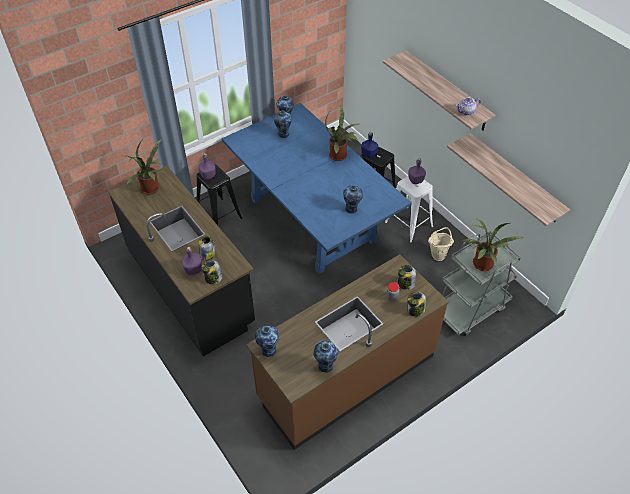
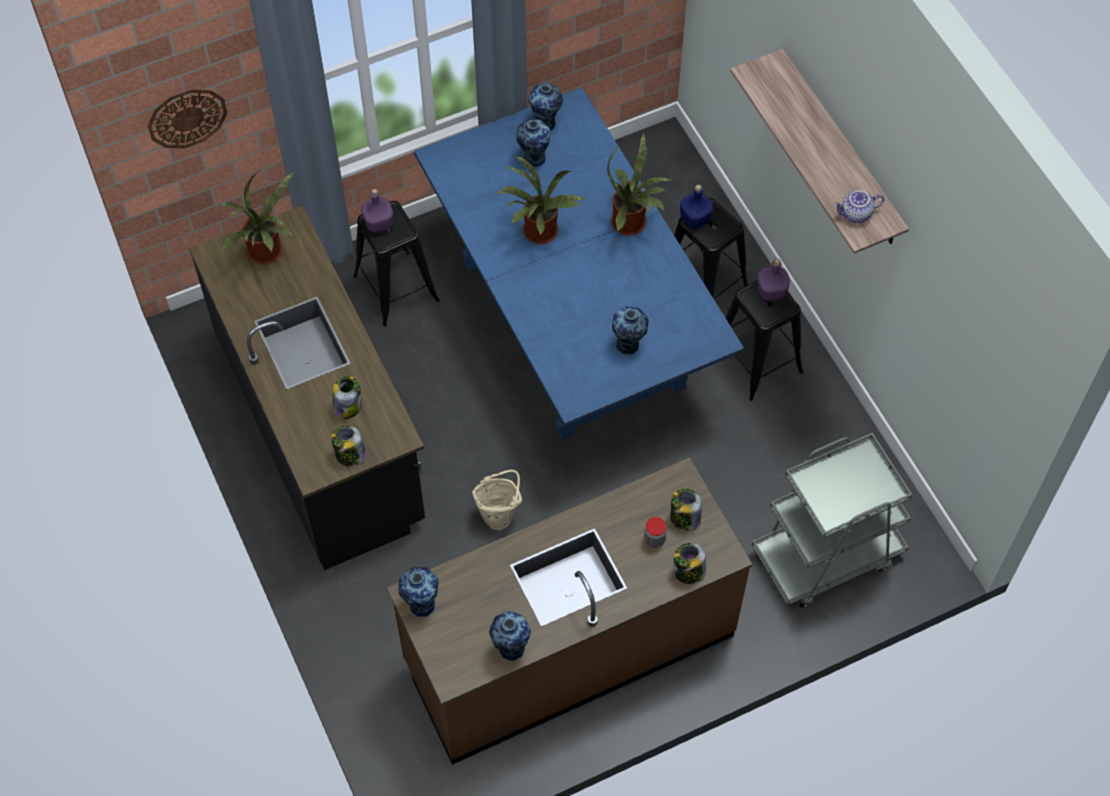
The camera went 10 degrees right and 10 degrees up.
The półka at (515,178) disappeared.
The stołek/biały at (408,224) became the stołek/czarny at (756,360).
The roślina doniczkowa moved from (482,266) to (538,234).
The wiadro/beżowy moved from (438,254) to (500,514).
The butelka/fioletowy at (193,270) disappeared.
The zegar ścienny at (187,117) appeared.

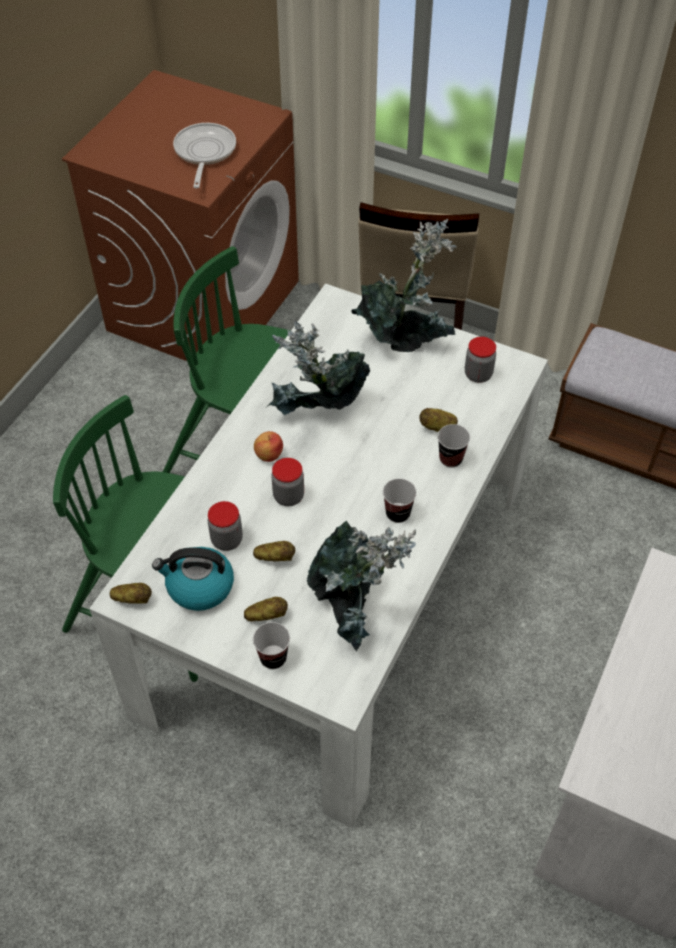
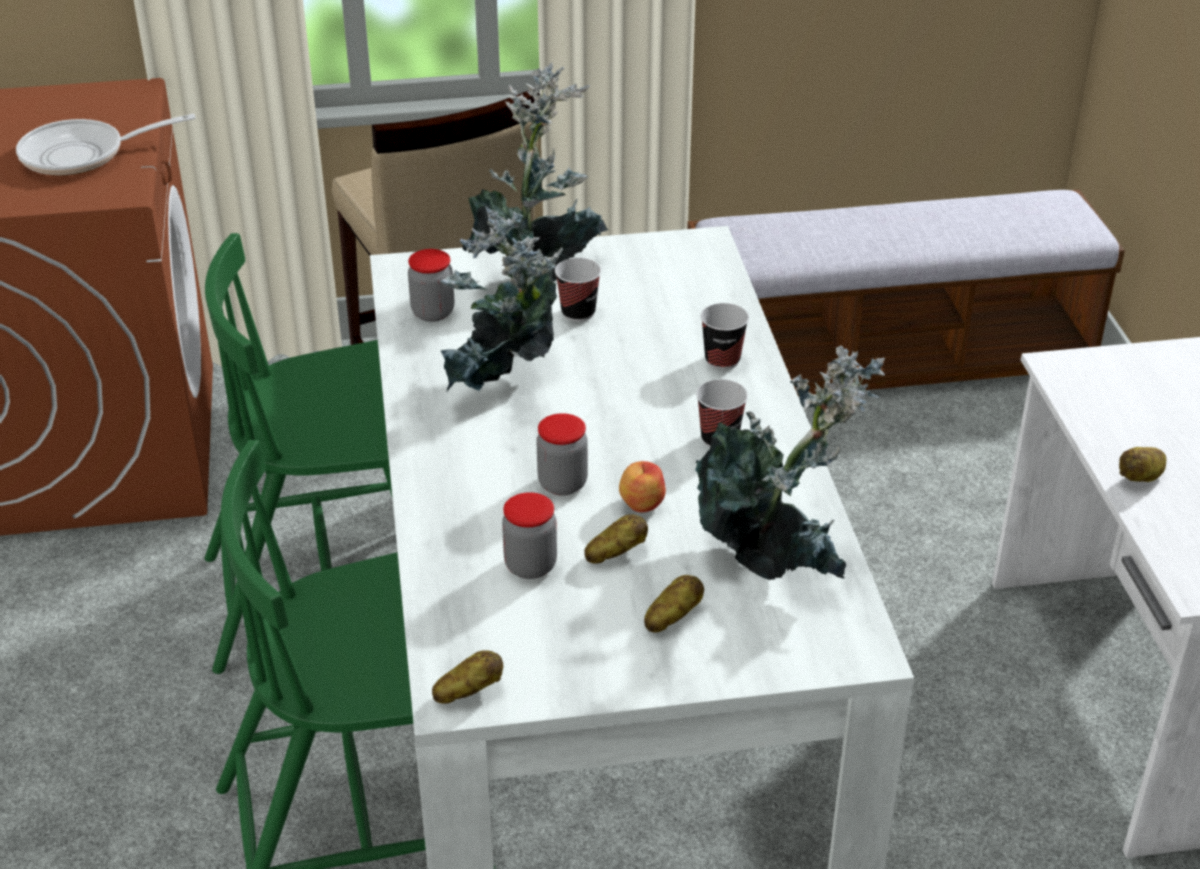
The camera went 35 degrees left and 15 degrees down.
The patelnia at (204,153) turned 75 degrees counterclockwise.
The słoik moved from (478,374) to (433,312).
The ziemniak moved from (437,427) to (1141,477).
The jabłko moved from (269,454) to (641,503).
The czajnik at (199,587) disappeared.
The filiżanka moved from (273,658) to (578,313).

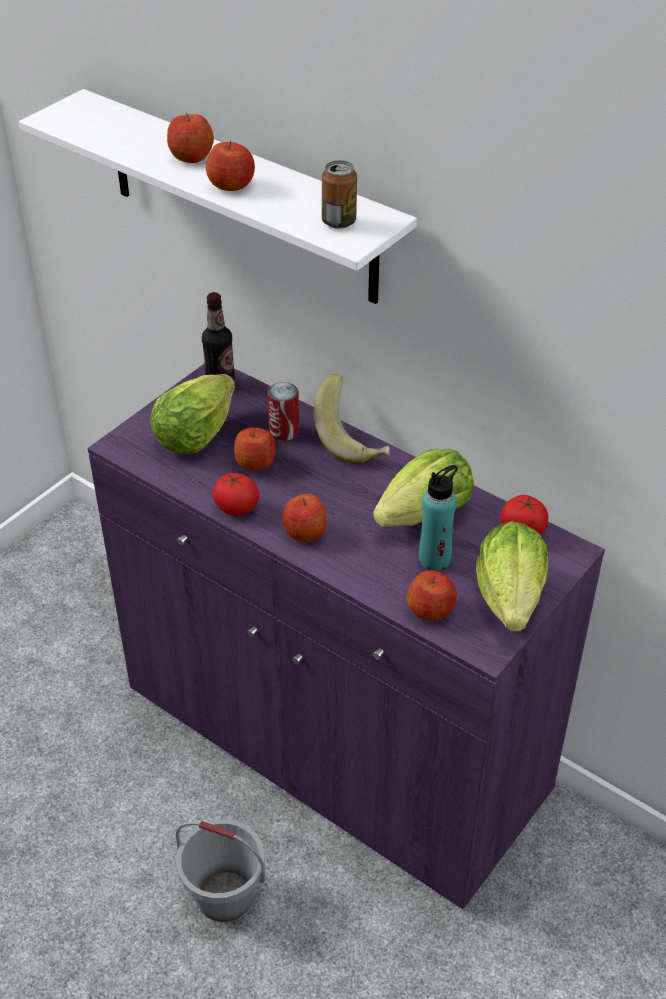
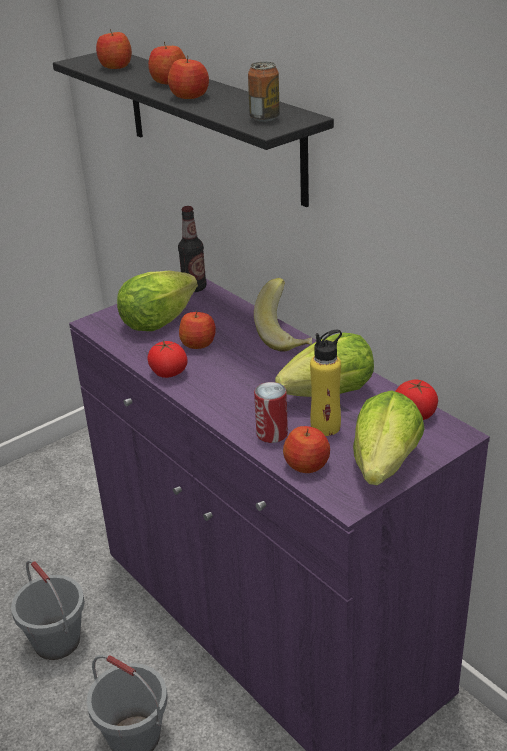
The camera went 15 degrees right and 10 degrees down.
The półka/biały at (240,197) became the półka/czarny at (212,124).
The puszka moved from (284,431) to (272,434).
The butelka/turkusowy at (434,559) became the butelka/żółty at (325,427).
The jabłko moved from (304,532) to (116,67).
The wiadro/szary at (57,641) appeared.

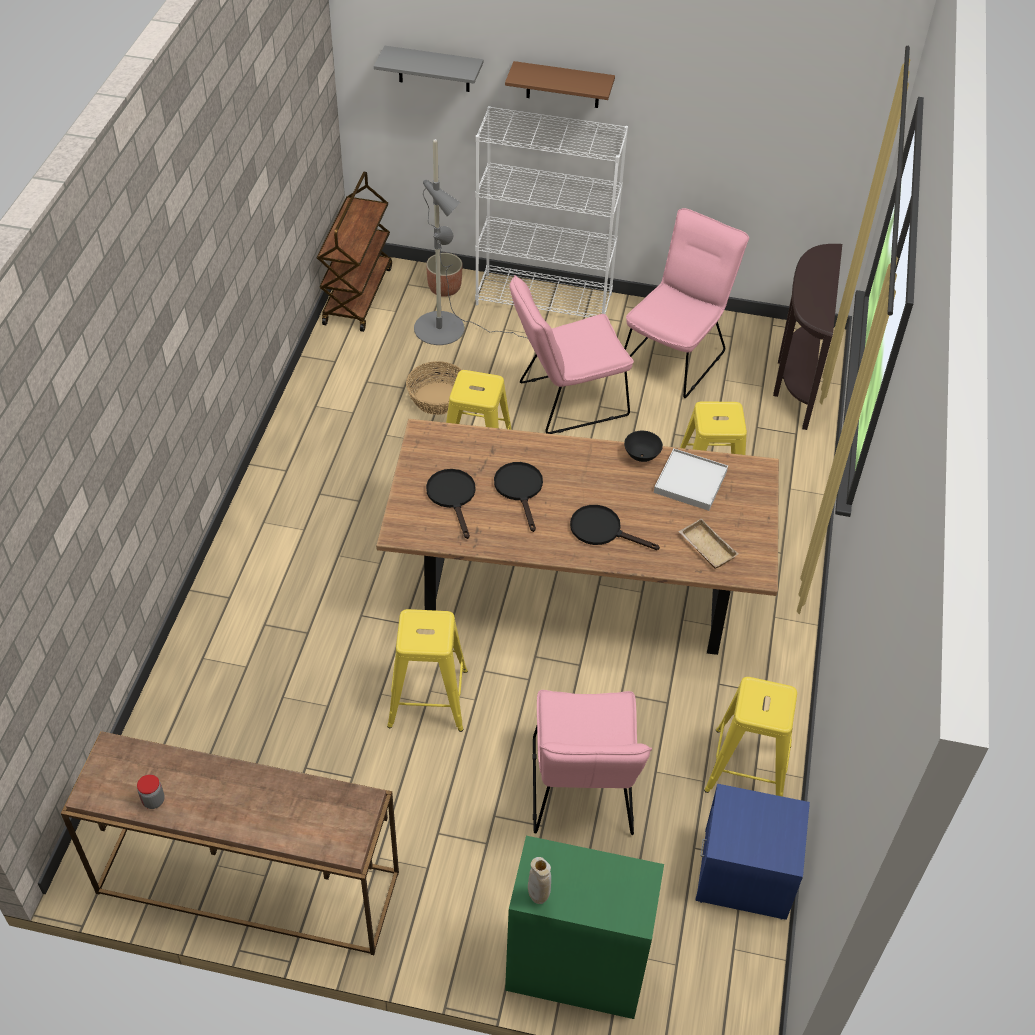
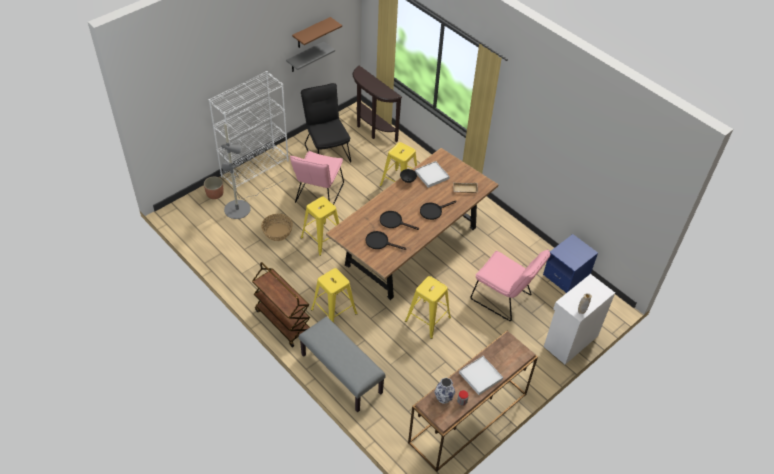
The camera went 55 degrees left and 0 degrees up.
The półka/szary moved from (434,69) to (305,57).
The półka/brązowy moved from (563,85) to (311,33).
The wózek/brązowy moved from (357,295) to (282,322).
The krzesło/różowy at (676,355) became the krzesło/czarny at (326,151).
The stołek/żółty moved from (747,766) to (333,311).
The szafka/zielony at (575,969) became the szafka/biały at (569,340).
The ławka/szary at (340,374) appeared.
The taca/biały at (480,376) appeared.
The wazon at (443,397) appeared.

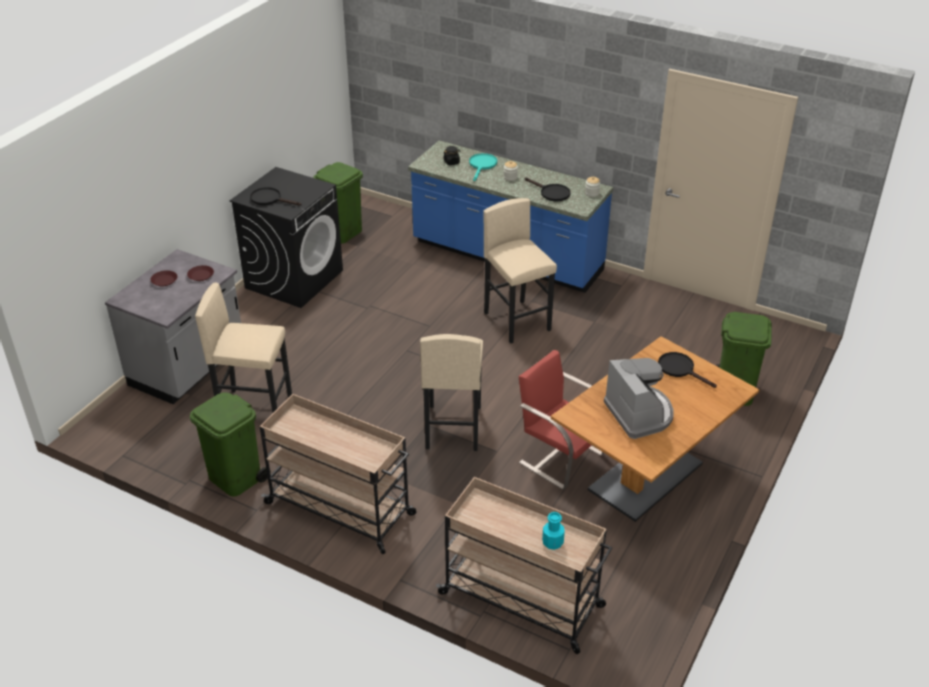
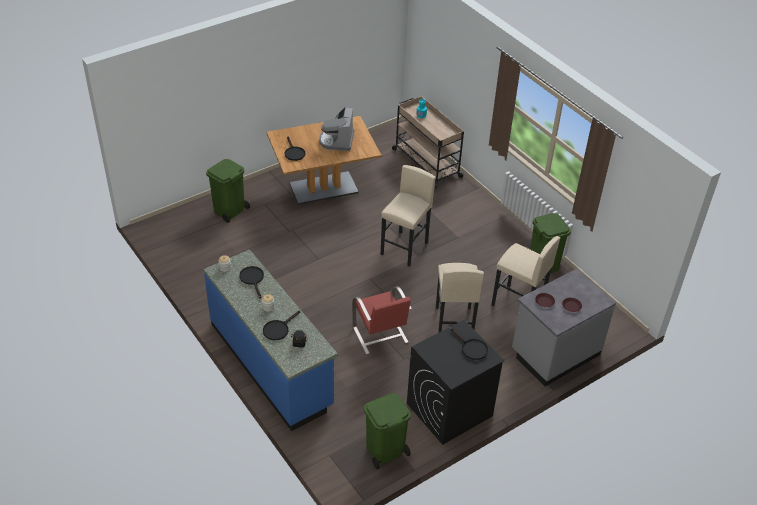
The camera went 155 degrees left and 5 degrees up.
The patelnia/turkusowy at (482,165) became the patelnia/czarny at (278,329).
The stołek/beżowy moved from (517,321) to (453,323).
The krzesło/czerwony moved from (561,457) to (380,336).
The wózek/beżowy at (341,509) disappeared.

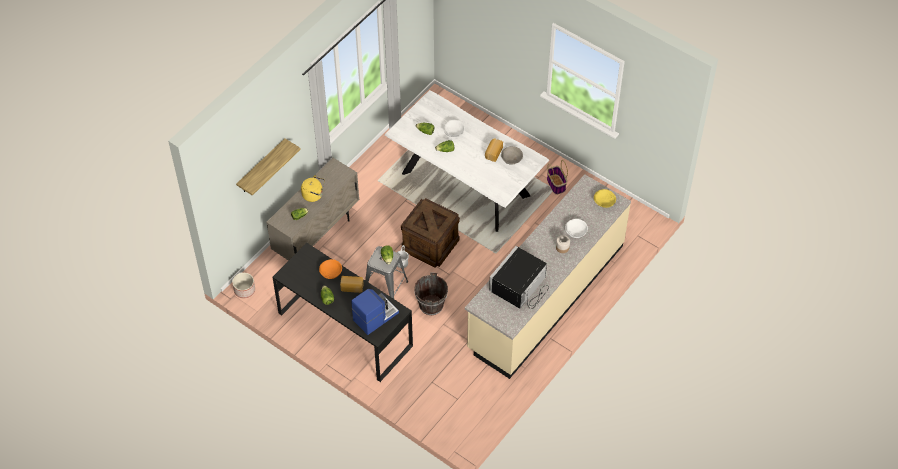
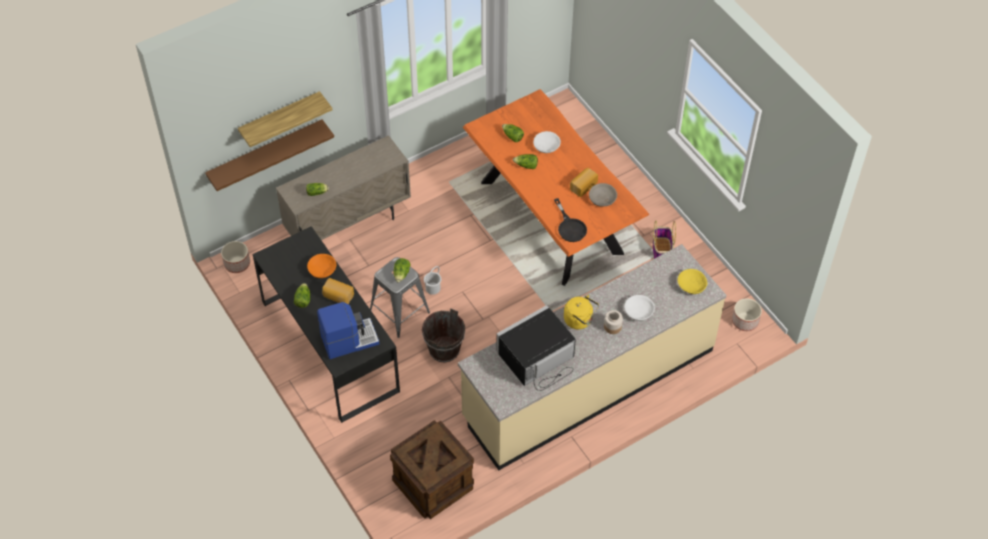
The camera went 20 degrees right and 0 degrees up.
The stół jadalny/biały at (465,185) became the stół jadalny/pomarańczowy at (551,218).
The czajnik/żółty moved from (314,195) to (579,320).
The skrzynka moved from (430,244) to (432,482).
The półka/brązowy at (266,153) appeared.
The patelnia/czarny at (570,227) appeared.
The donica at (745,321) appeared.

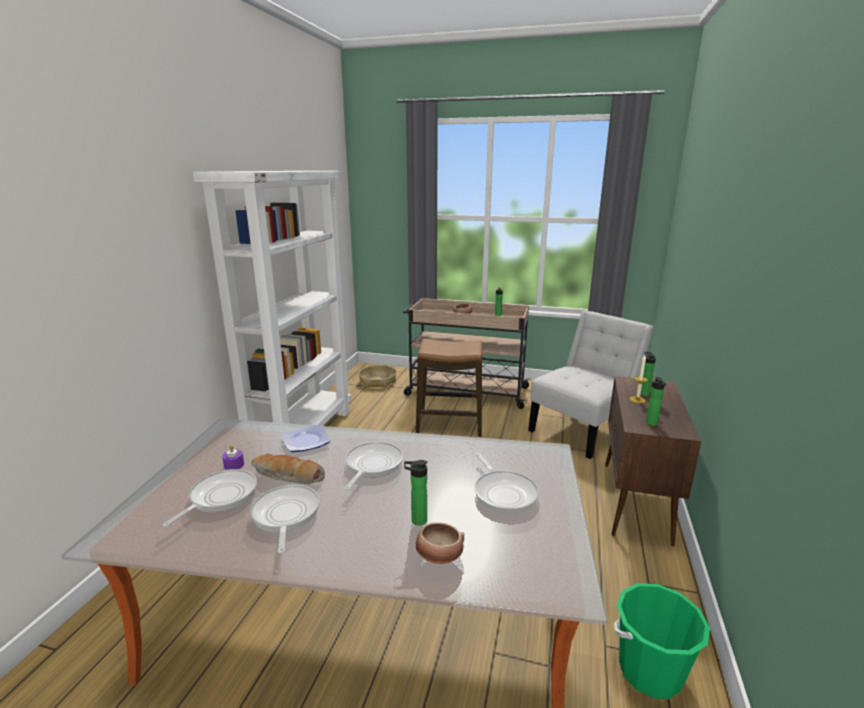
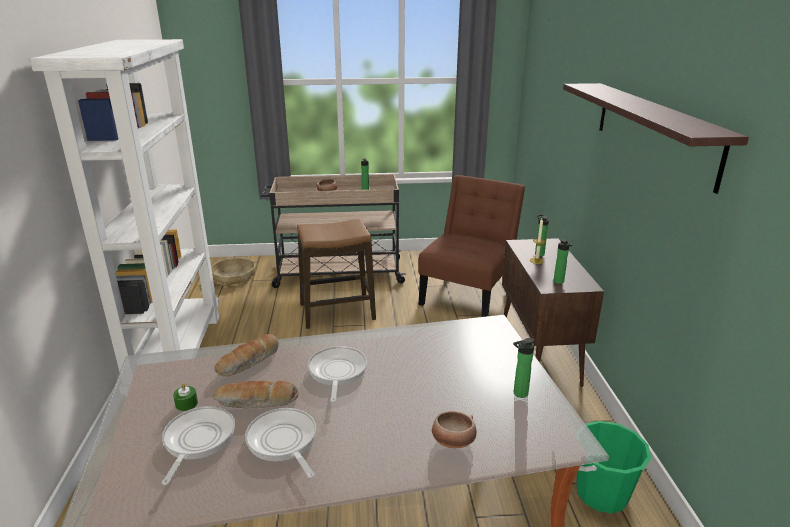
The camera went 20 degrees left and 5 degrees up.
The krzesło/biały at (583,430) became the krzesło/brązowy at (468,295).
The talerz at (305,442) was replaced by the chleb at (249,362).
The świeca/fioletowy at (234,465) became the świeca/zielony at (186,404).
The patelnia at (503,493) disappeared.
The butelka moved from (416,520) to (518,394).
The półka at (653,130) appeared.

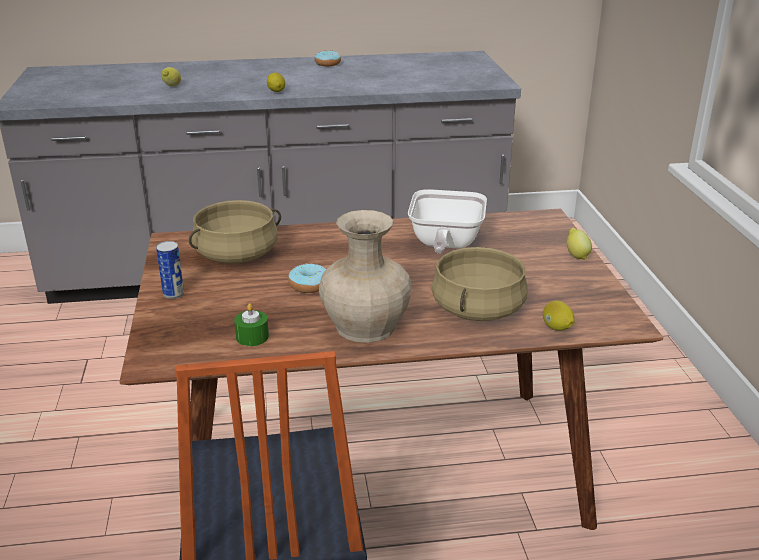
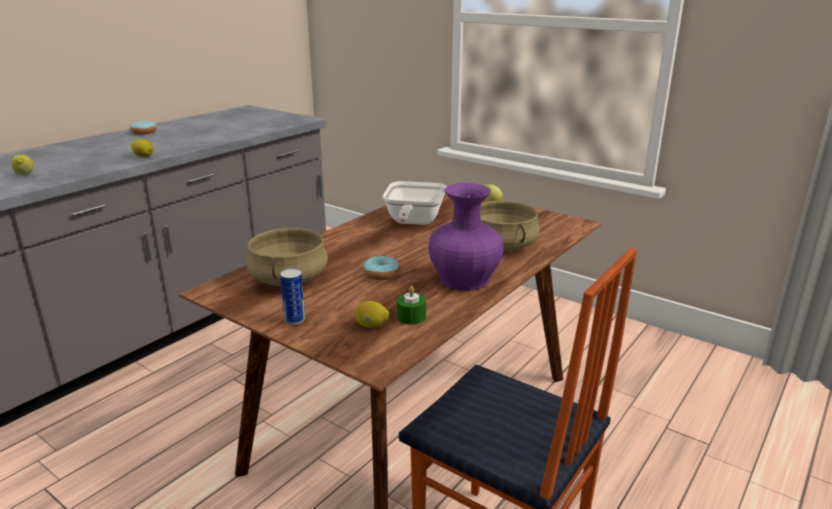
The camera went 45 degrees left and 5 degrees down.
The patelnia at (444,244) turned 45 degrees clockwise.
The wazon/beżowy at (364,326) became the wazon/fioletowy at (463,279).
The cytryna moved from (557,328) to (371,326).

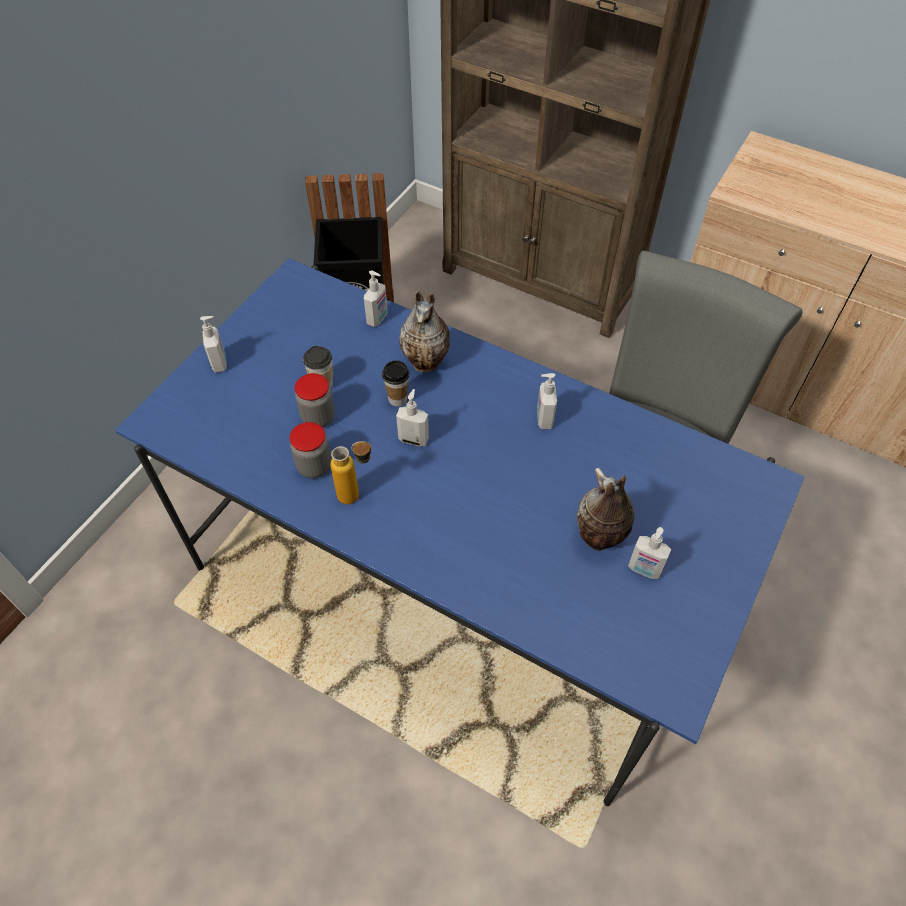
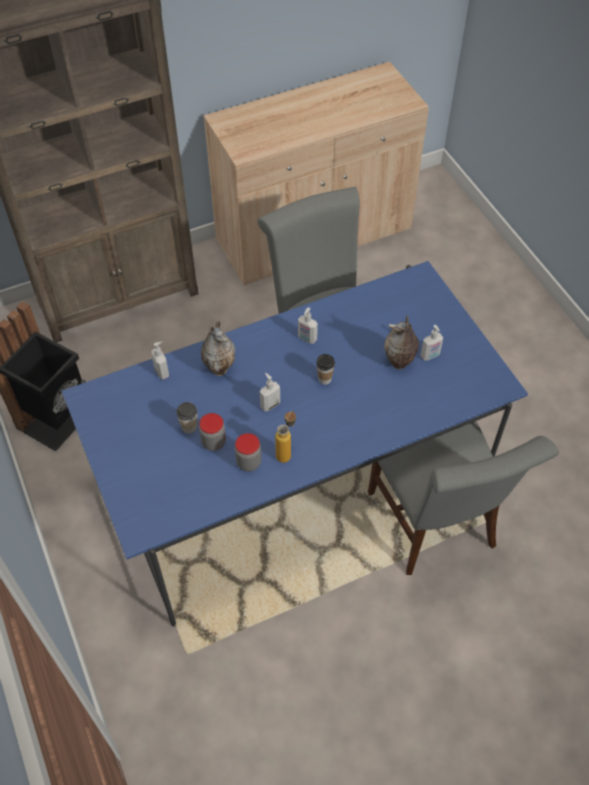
The camera went 55 degrees left and 0 degrees up.
The dozownik mydła at (220,363) disappeared.
The filiżanka moved from (397,399) to (324,379).
The krzesło/szary at (435,525) appeared.

